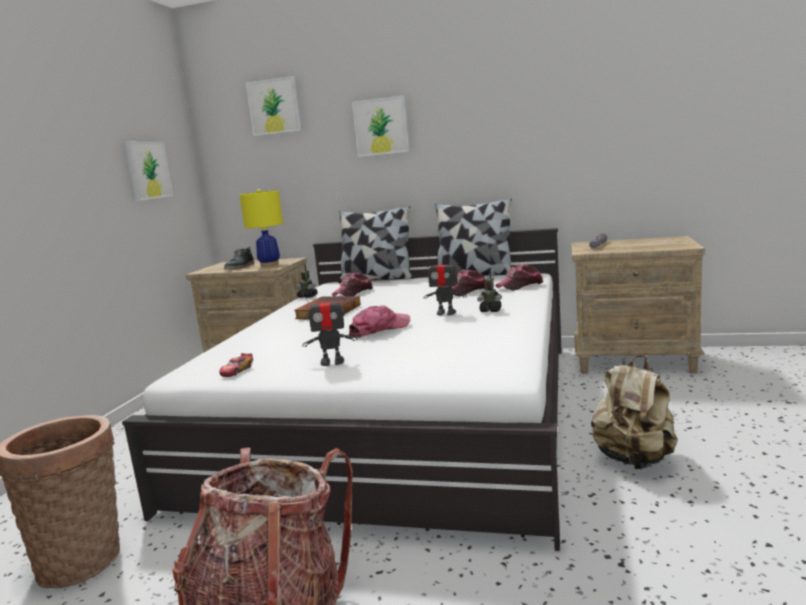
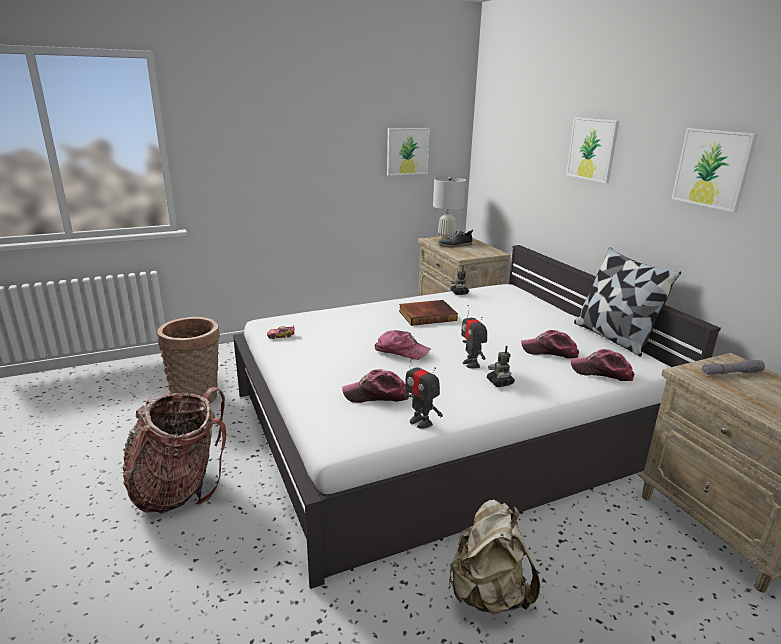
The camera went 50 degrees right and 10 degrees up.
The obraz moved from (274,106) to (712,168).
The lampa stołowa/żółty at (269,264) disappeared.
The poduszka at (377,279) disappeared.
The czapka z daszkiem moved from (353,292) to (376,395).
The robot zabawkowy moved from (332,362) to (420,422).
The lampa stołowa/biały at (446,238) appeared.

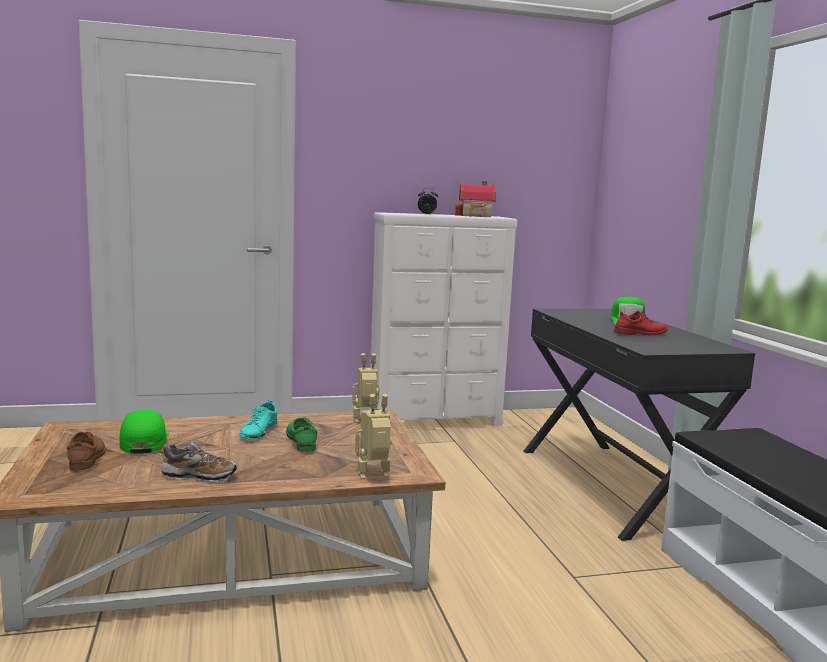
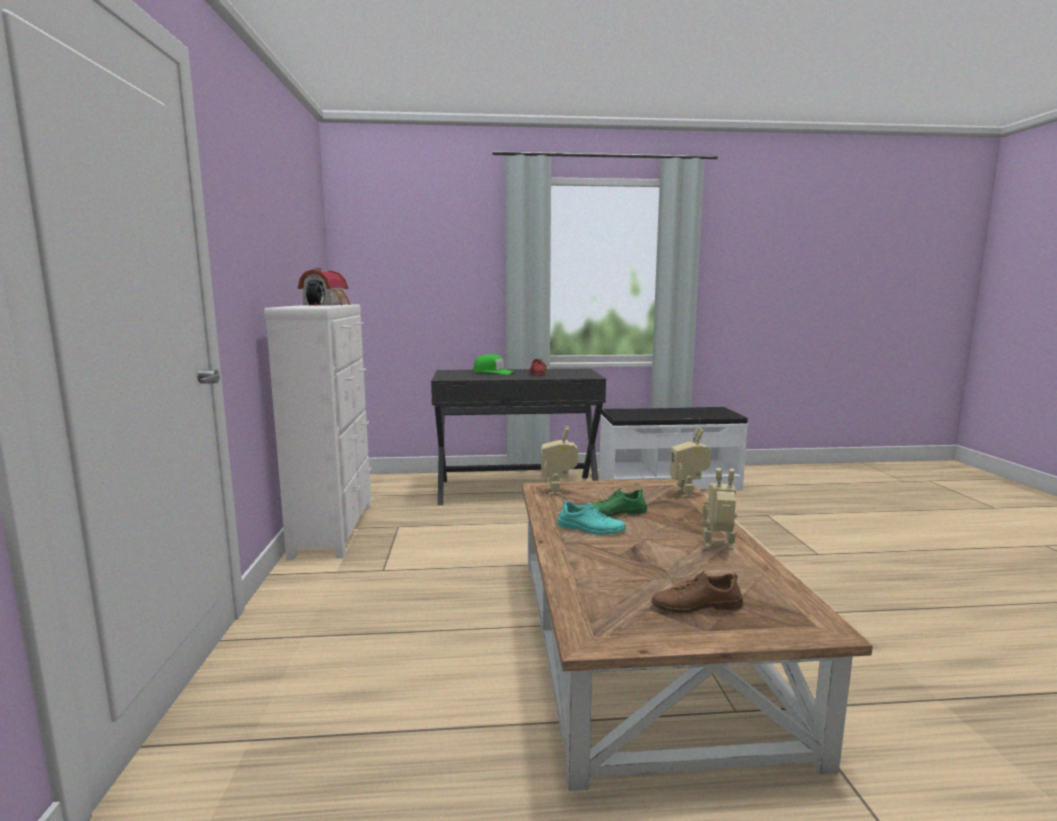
The camera went 80 degrees left and 0 degrees up.
The czapka z daszkiem/zielony at (143,441) disappeared.
The but at (199,476) was replaced by the robot zabawkowy at (719,547).

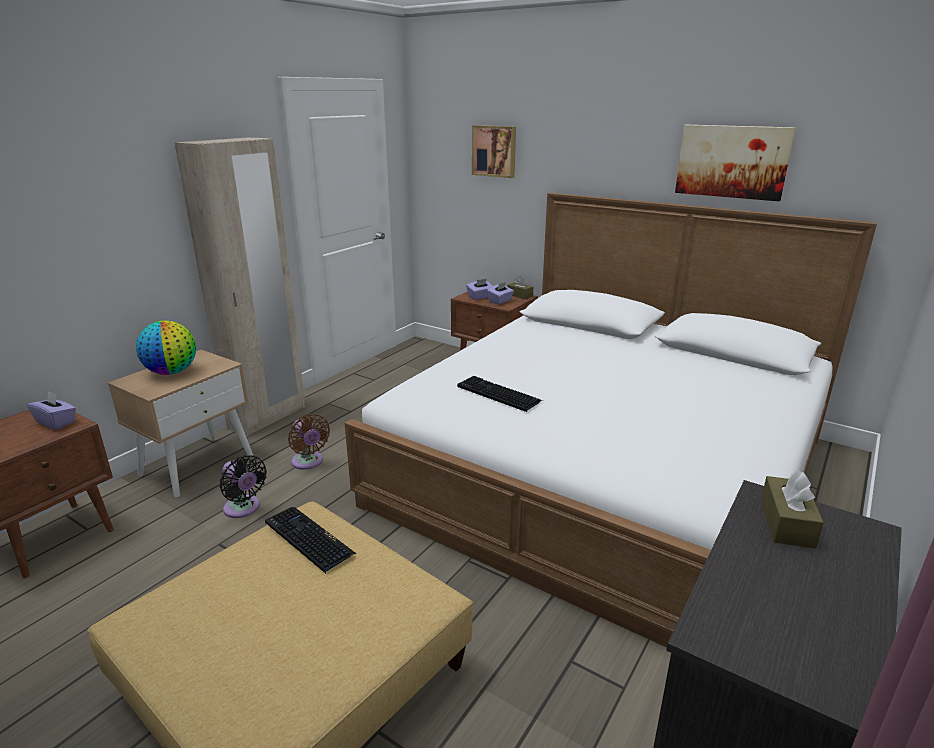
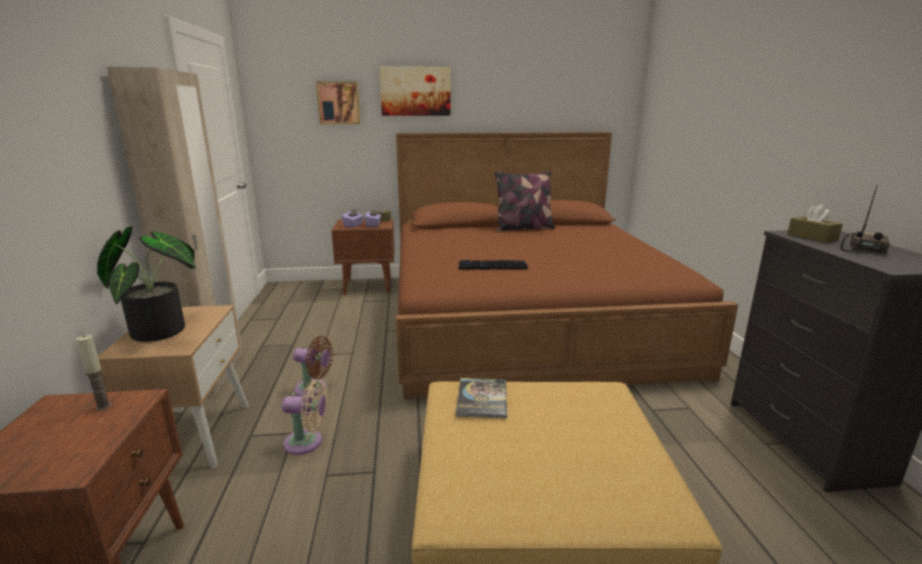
The camera went 40 degrees left and 5 degrees down.
The obraz moved from (732,161) to (415,91).
The łóżko/biały at (605,469) became the łóżko/brązowy at (525,317).
The globus at (172,372) was replaced by the roślina doniczkowa at (165,330).
The pudełko chusteczek/fioletowy at (56,422) was replaced by the świeca at (103,406).
The wentylator/czarny at (244,509) became the wentylator/beżowy at (307,442).
The klawiatura at (308,539) was replaced by the książka at (482,398).
The poduszka at (523,228) appeared.
The radio at (863,249) appeared.

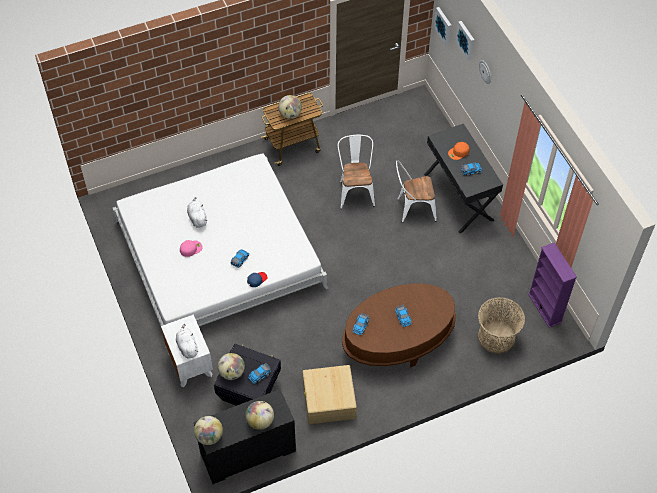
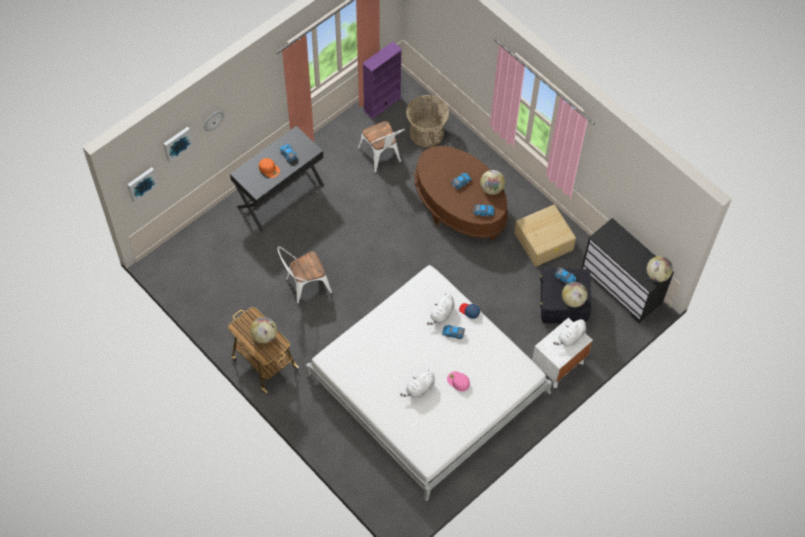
The camera went 110 degrees left and 5 degrees up.
The krzesło/biały moved from (412,209) to (382,157).
The globus moved from (260,421) to (491,188).
The pluszak/biały at (441,314) appeared.

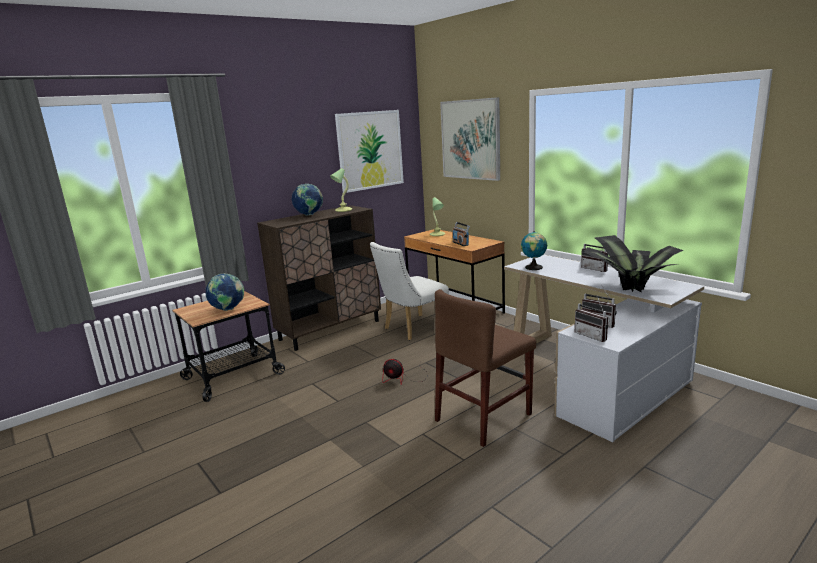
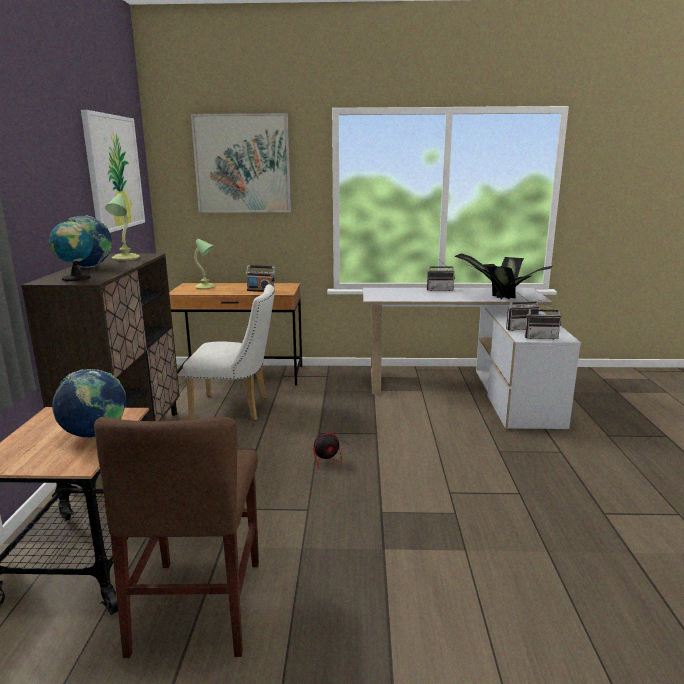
The camera went 50 degrees left and 0 degrees up.
The globus moved from (534,268) to (77,278).
The krzesło/biały at (412,329) turned 90 degrees counterclockwise.
The krzesło/brązowy moved from (483,417) to (198,605).

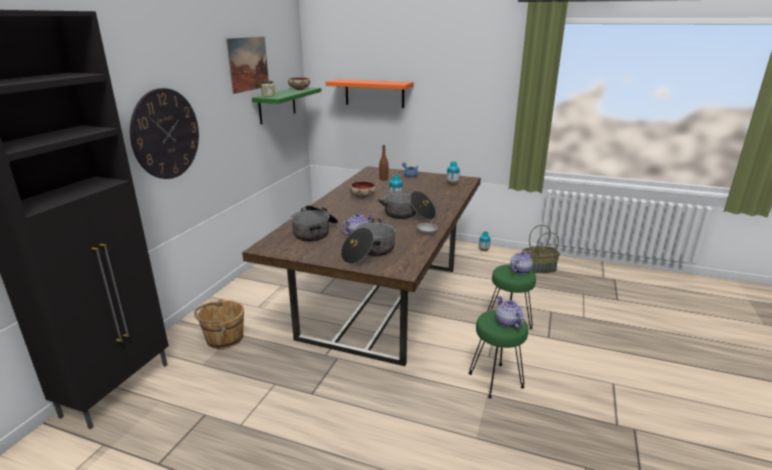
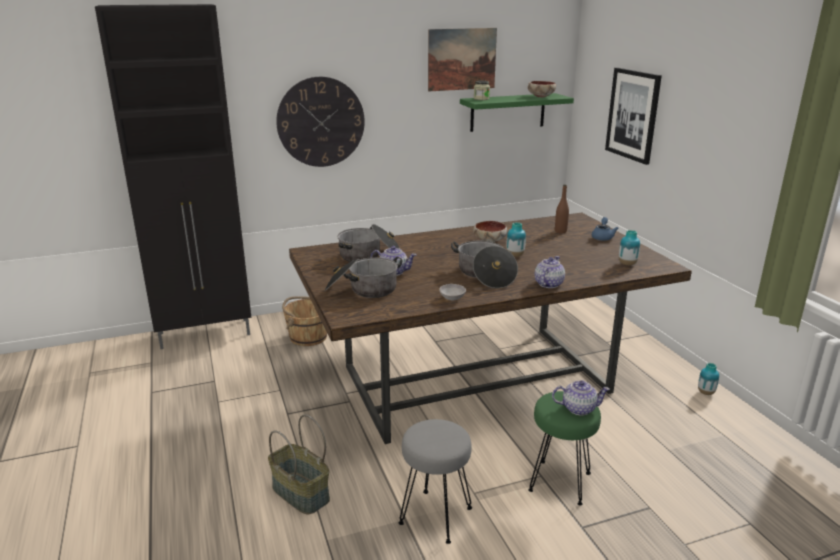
The camera went 50 degrees right and 0 degrees up.
The półka/pomarańczowy at (374,93) was replaced by the obraz at (633,115).
The koszyk moved from (538,269) to (299,493).
The imbryk moved from (508,322) to (548,284).
The stołek/zielony at (495,381) became the stołek/szary at (435,516).

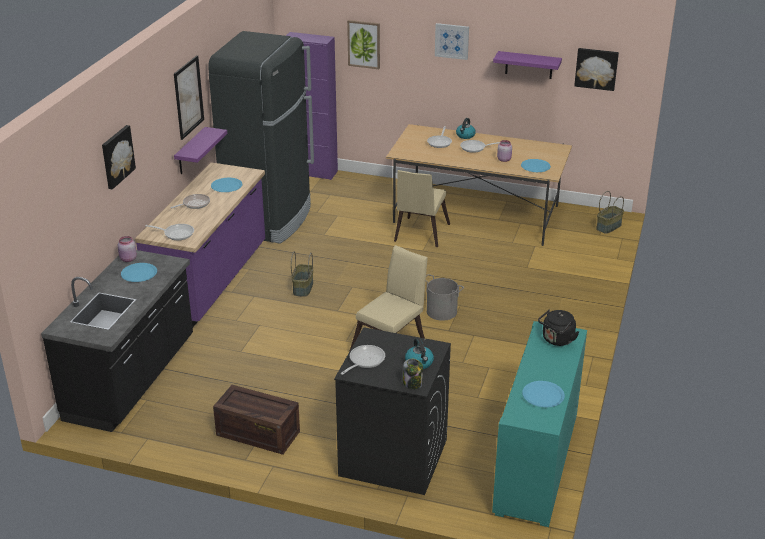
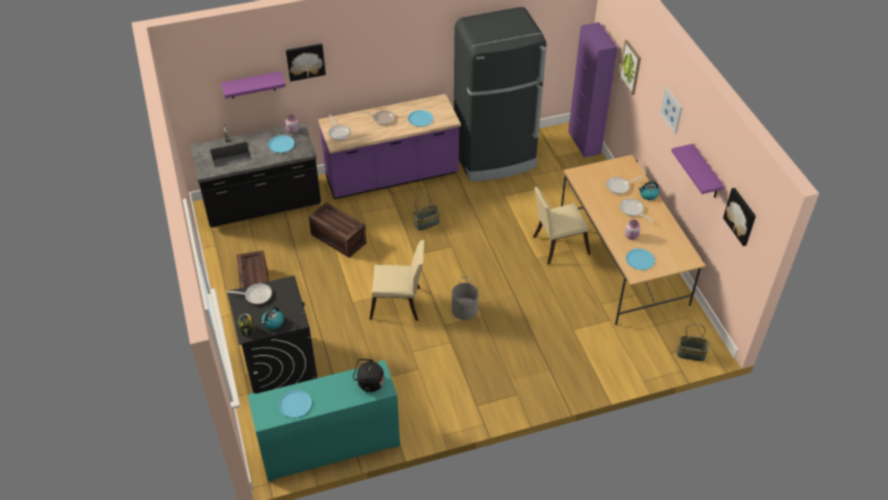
The camera went 55 degrees right and 15 degrees up.
The obraz at (188,97) disappeared.
The półka/fioletowy moved from (190,152) to (252,85).
The skrzynka at (337,238) appeared.

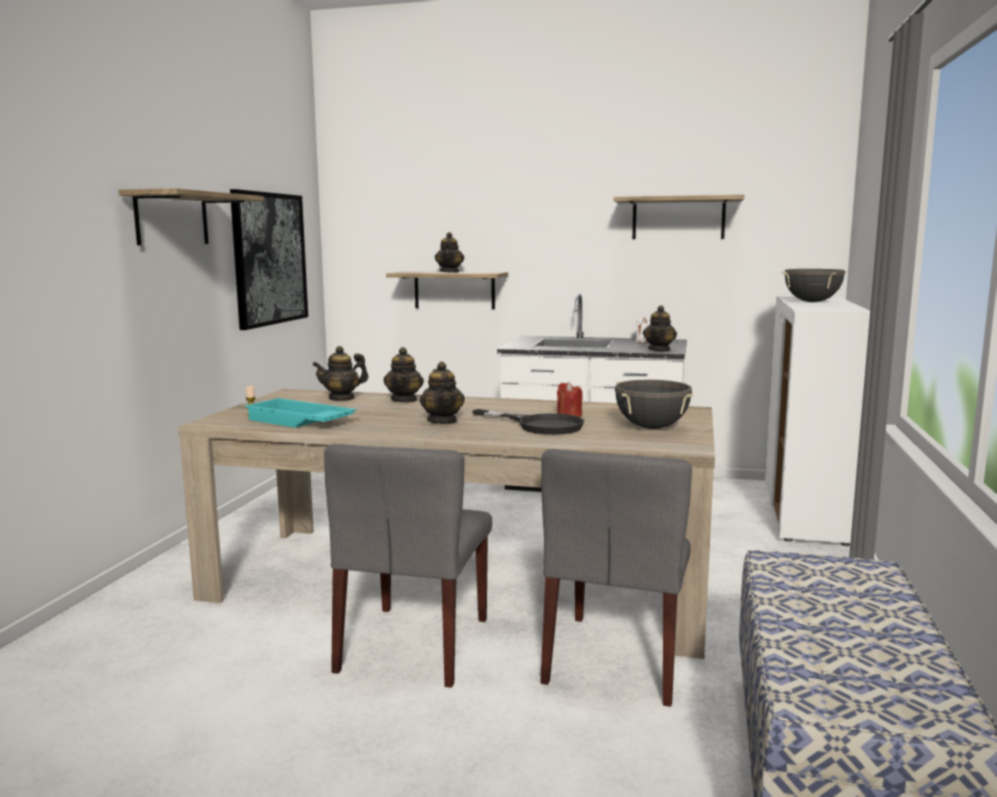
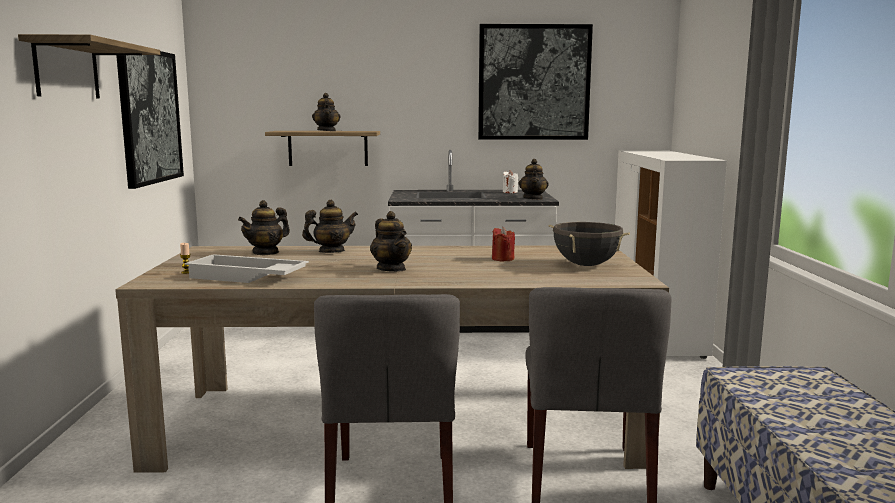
The camera went 15 degrees left and 0 degrees up.
The półka at (678,218) was replaced by the obraz at (534,82).
The garnek/czarny at (812,302) disappeared.
The imbryk at (404,400) turned 105 degrees counterclockwise.
The taca/turkusowy at (298,422) became the taca/biały at (245,277).
The patelnia/czarny at (540,425) disappeared.

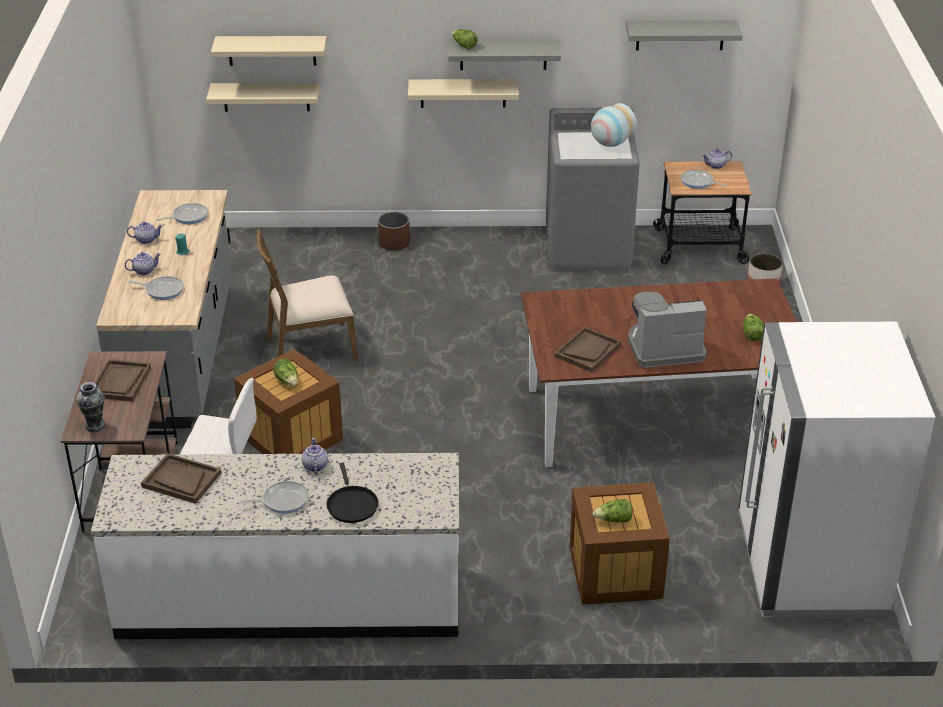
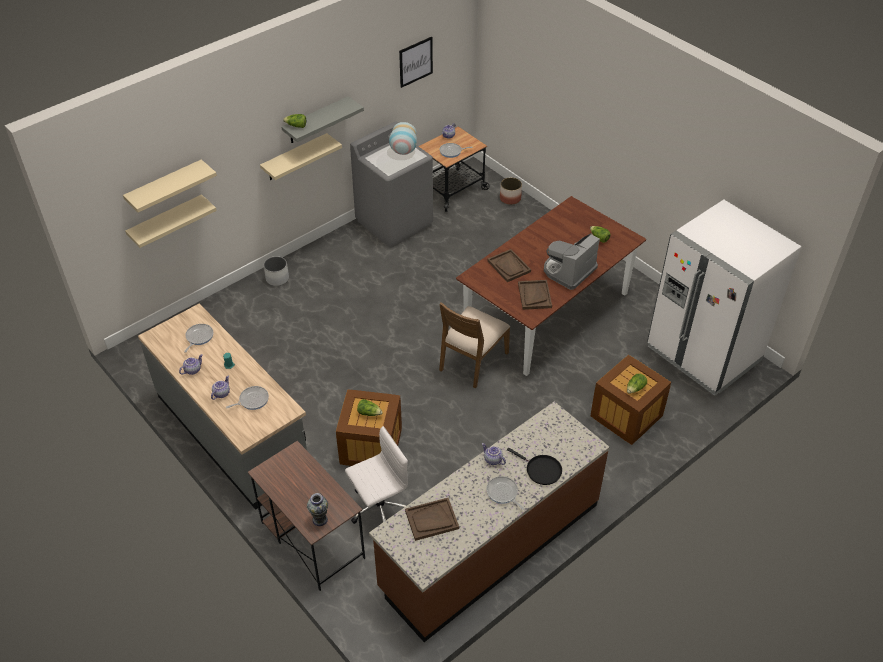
The camera went 40 degrees left and 10 degrees up.
The półka/szary at (680,35) was replaced by the obraz at (415,62).
The donica/brązowy at (394,243) became the donica/biały at (277,278).
The krzesło/brązowy moved from (310,348) to (472,361).
The taca/brązowy moved from (120,382) to (509,266).
The zabudowa kuchenna/biały at (291,599) became the zabudowa kuchenna/brązowy at (489,545).
The patelnia at (282,500) turned 75 degrees counterclockwise.

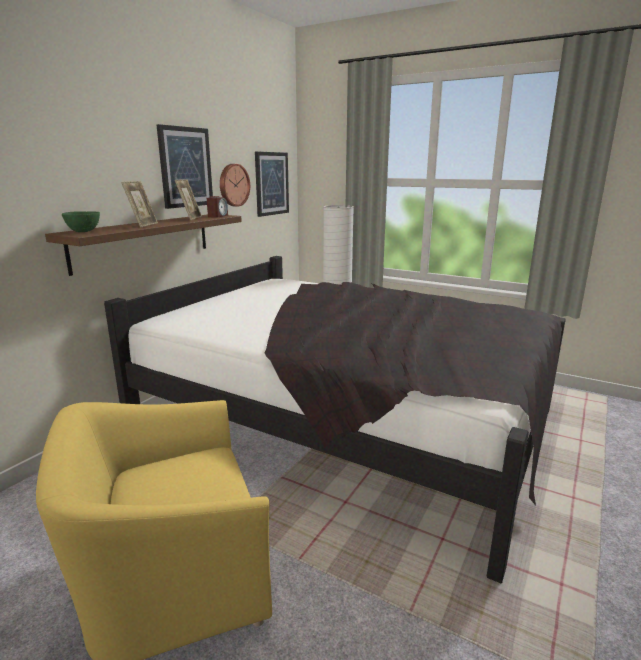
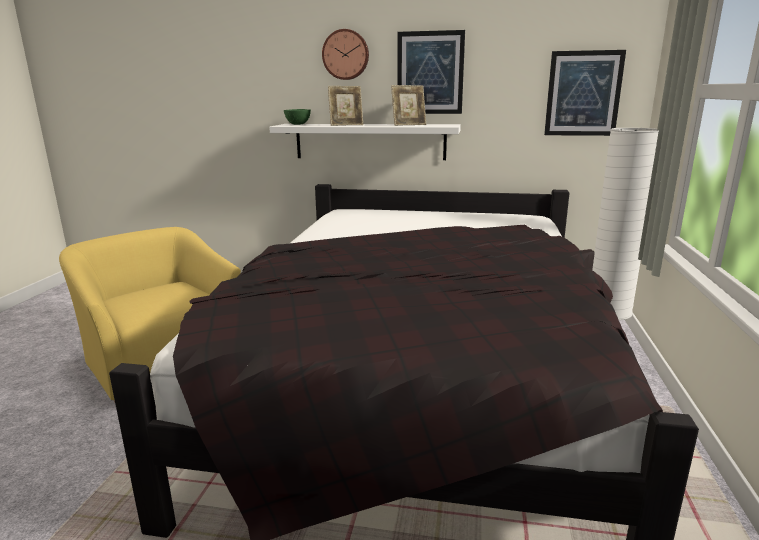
The camera went 70 degrees right and 0 degrees up.
The zegar ścienny moved from (233,185) to (346,55).
The budzik at (217,216) disappeared.
The półka/brązowy at (144,241) became the półka/biały at (370,141).

